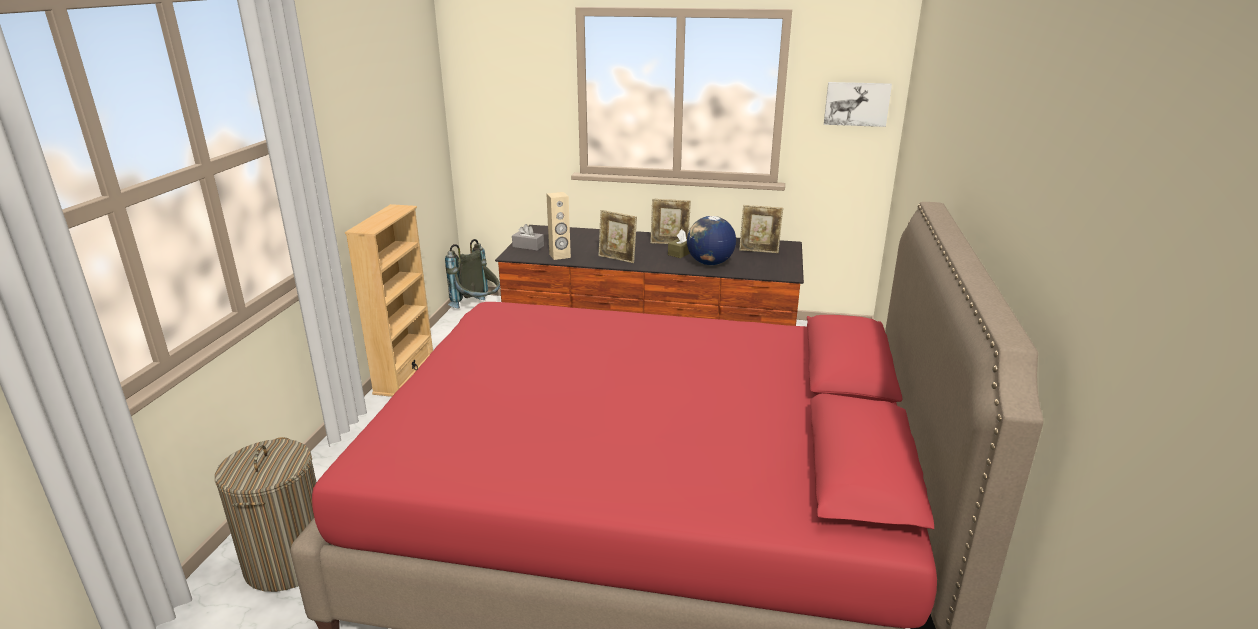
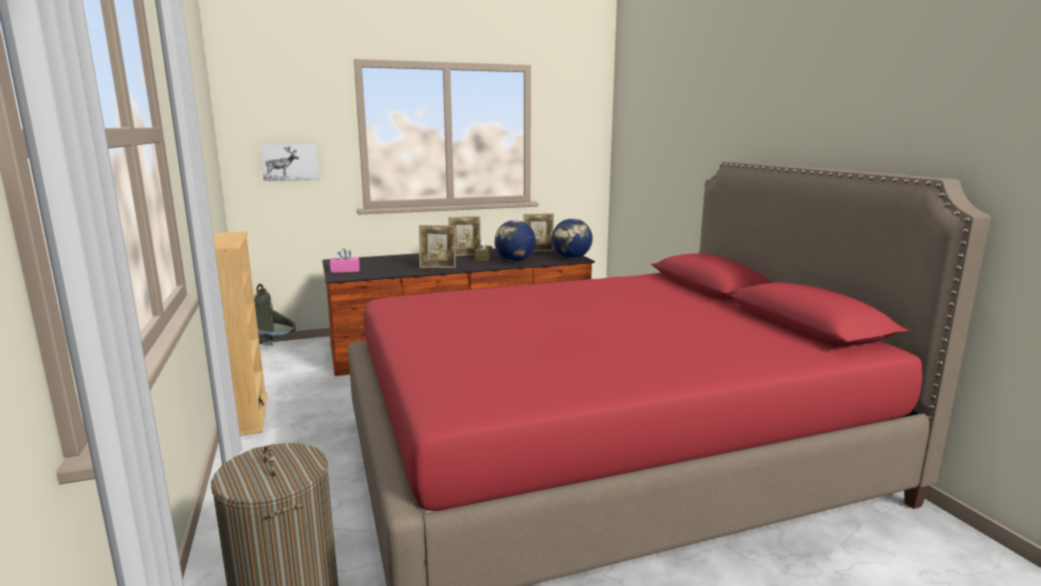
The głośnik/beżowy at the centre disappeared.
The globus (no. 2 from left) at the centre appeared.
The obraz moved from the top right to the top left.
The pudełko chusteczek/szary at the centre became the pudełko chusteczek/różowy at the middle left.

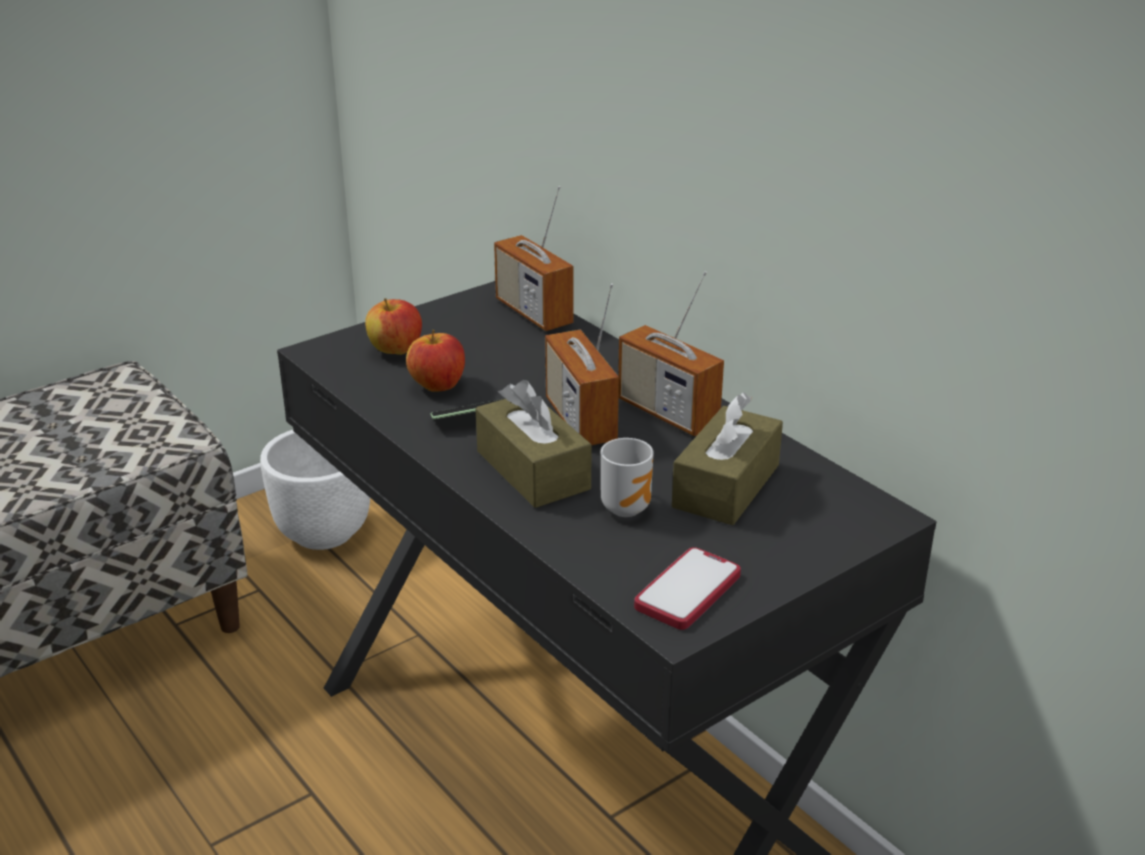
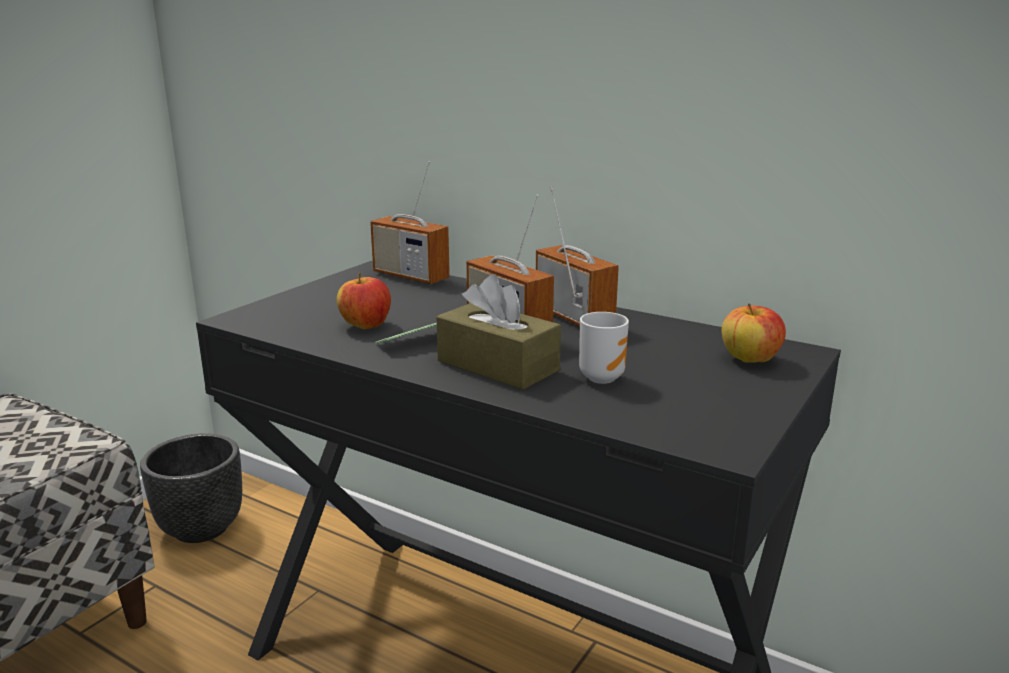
The telefon (no. 2 from left) at the bottom centre disappeared.
The pudełko chusteczek/brązowy (no. 2 from left) at the centre disappeared.
The jabłko (no. 1 from left in the first image) moved from the centre to the middle right.
The donica/biały at the middle left became the donica/czarny at the bottom left.
The radio (no. 3 from left) at the centre turned 150 degrees counterclockwise.

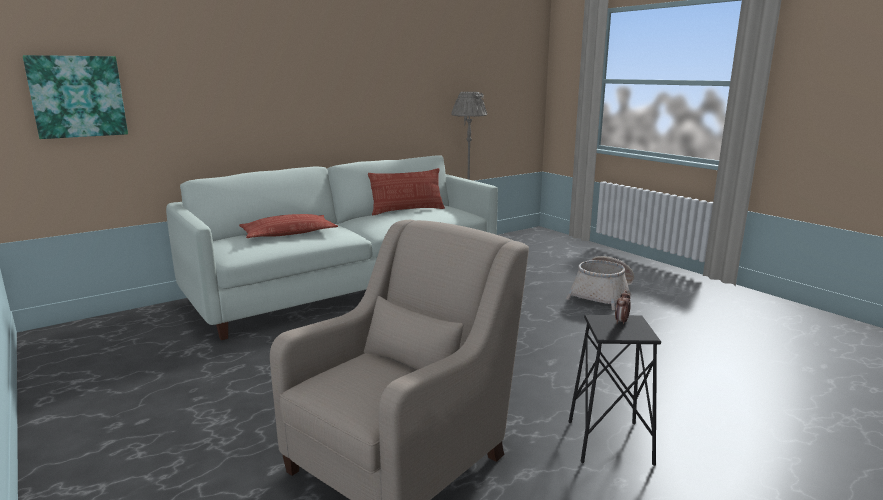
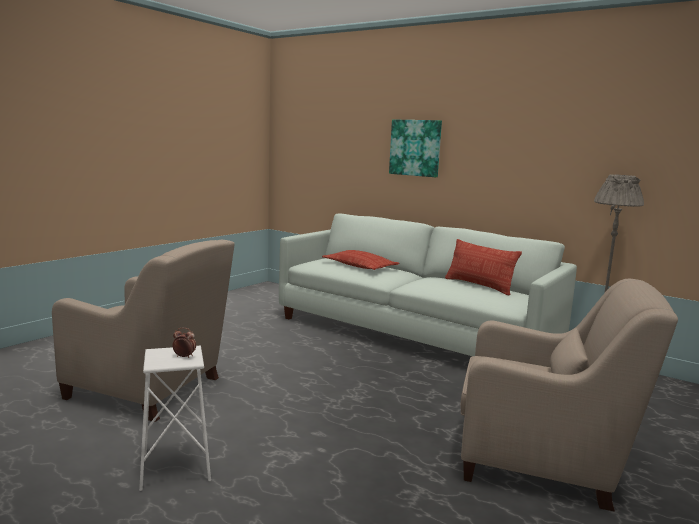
The obraz moved from the top left to the top centre.
The koszyk at the middle right was replaced by the fotel/beżowy (no. 2 from left) at the bottom right.
The stołek/czarny at the bottom right became the stołek/biały at the bottom left.

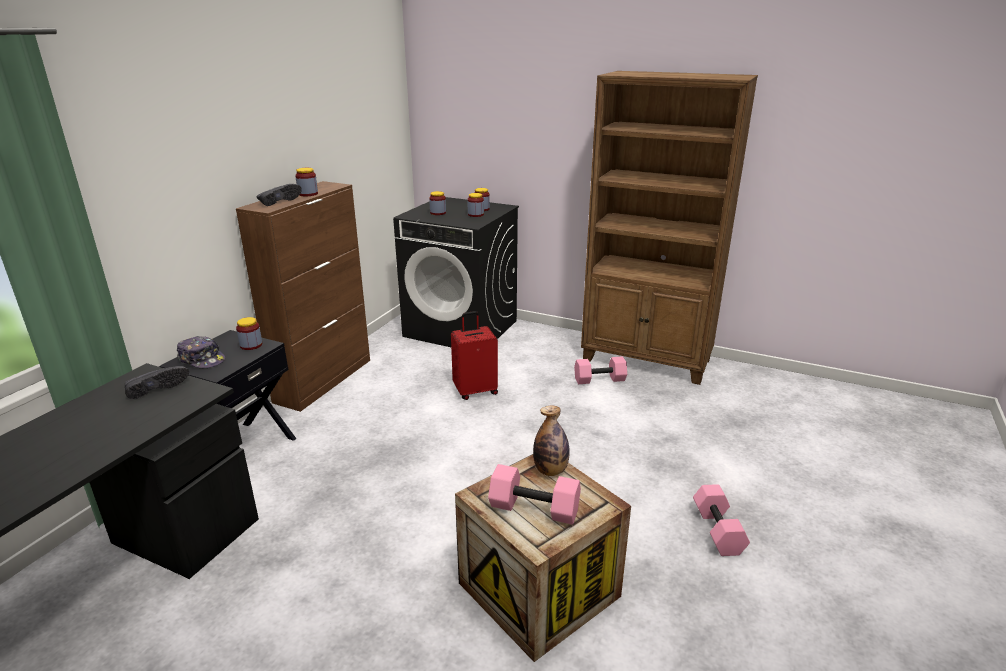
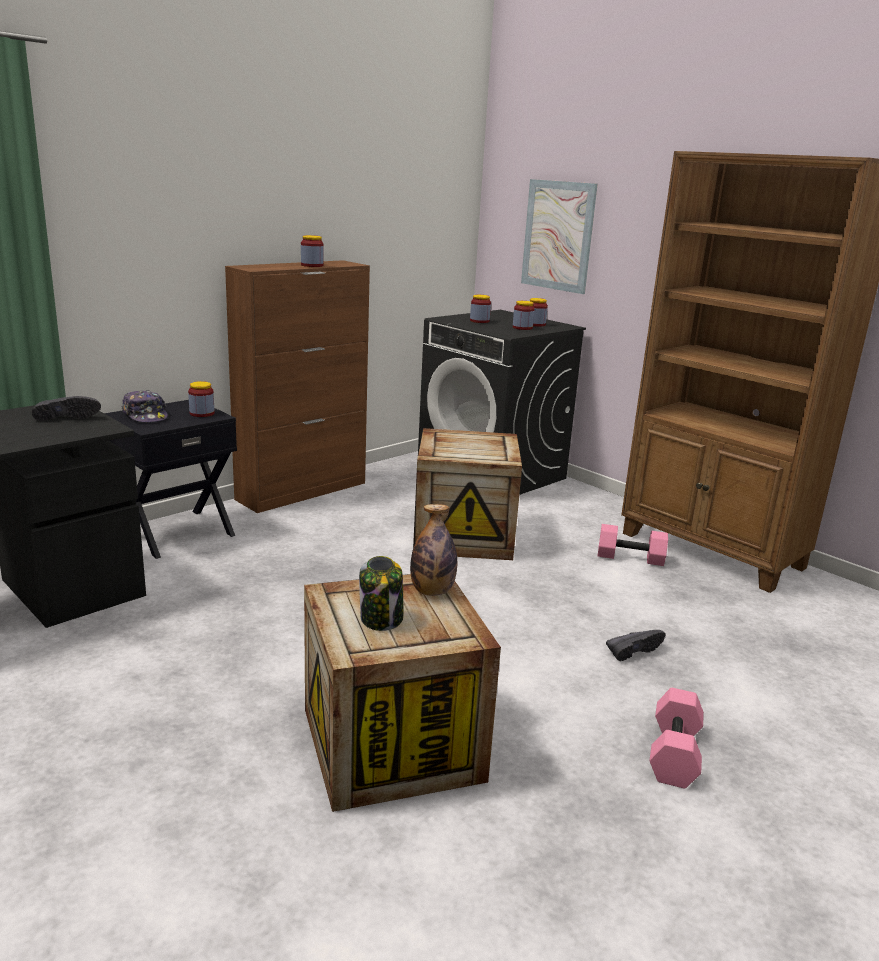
The obraz at the top centre appeared.
The but/czarny (no. 2 from left) moved from the top left to the bottom right.
The walizka/czerwony at the centre was replaced by the skrzynka (no. 2 from left) at the centre.
The hantel/różowy (no. 1 from left) at the bottom centre was replaced by the słoik (no. 3 from left) at the centre.

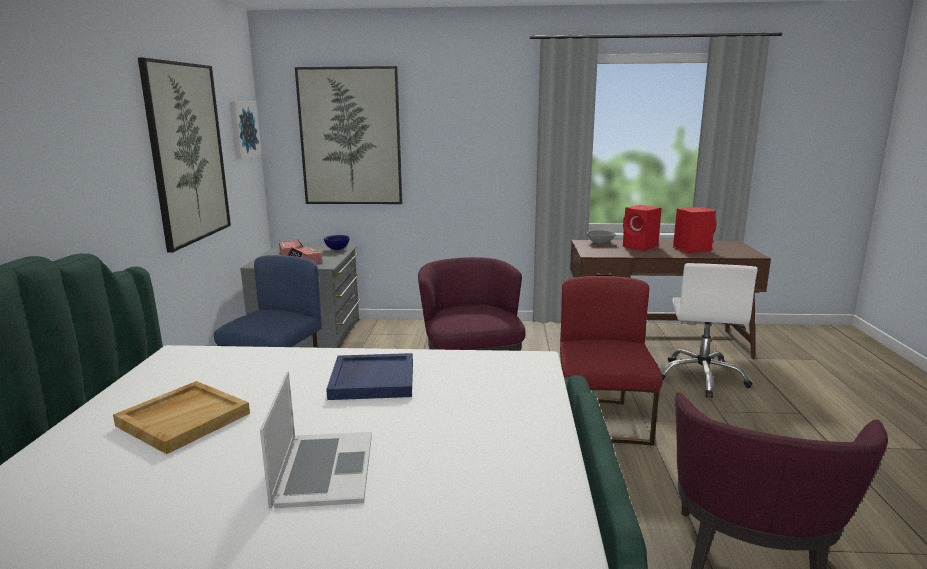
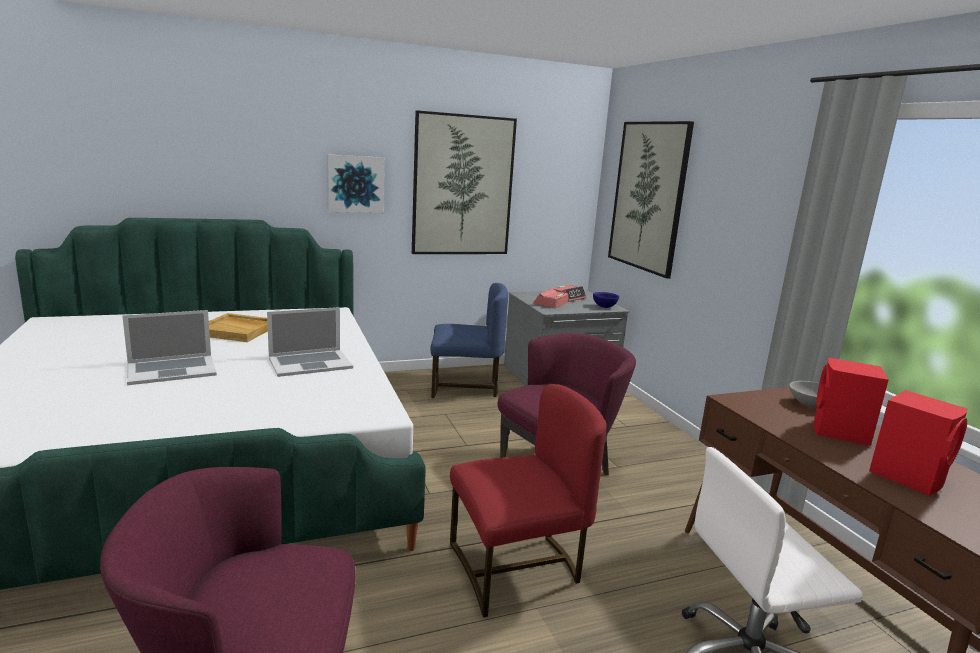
The obraz (no. 2 from left in the first image) moved from the top left to the top centre.
The taca/niebieski at the centre was replaced by the laptop (no. 2 from left) at the middle left.

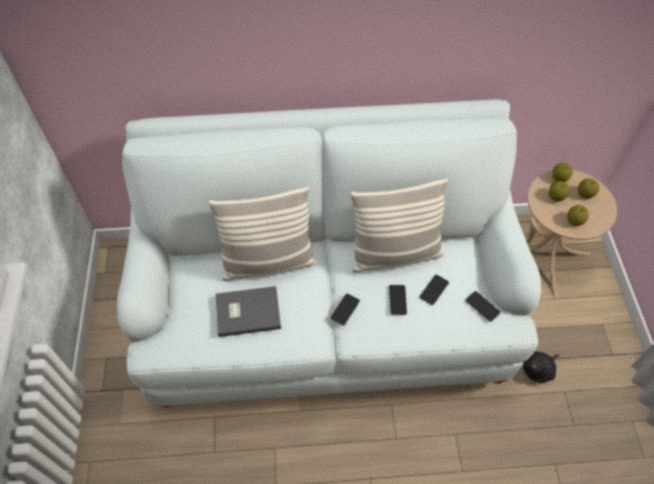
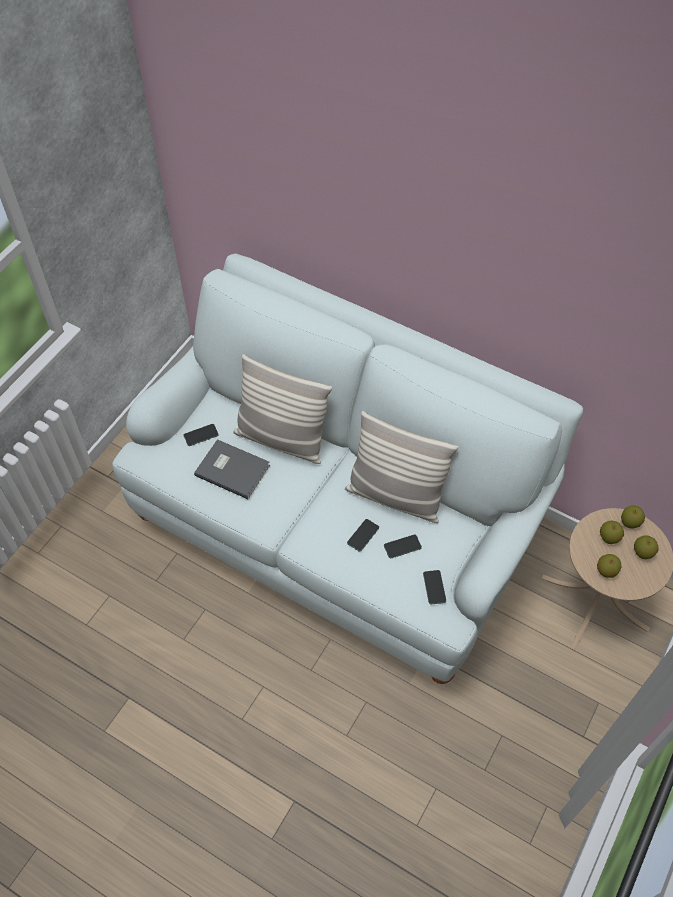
The pluszak/czarny at the bottom right disappeared.
The telefon (no. 1 from left) moved from the centre to the middle left.

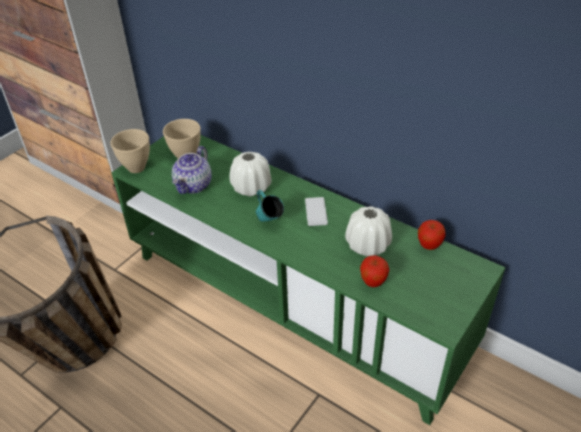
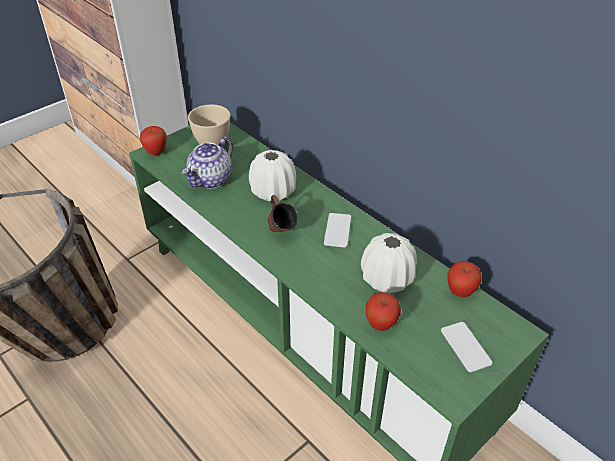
The telefon (no. 2 from left) at the bottom right appeared.
The miska/beżowy (no. 1 from left) at the middle left was replaced by the jabłko (no. 1 from left) at the top left.
The kubek/turkusowy at the centre became the kubek/brązowy at the centre.

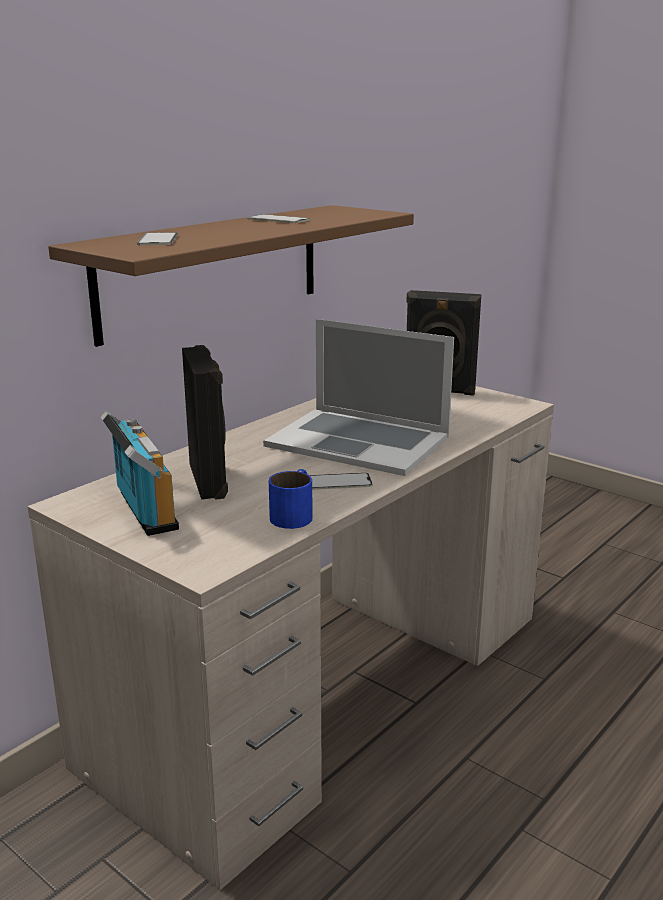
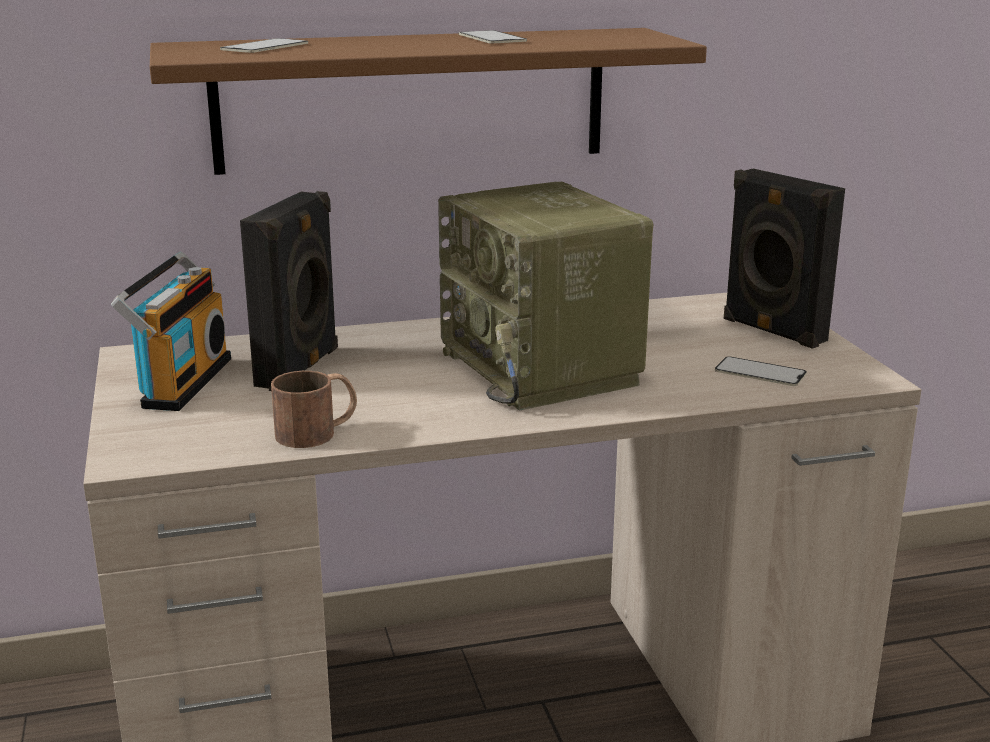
The telefon (no. 3 from left) moved from the centre to the middle right.
The laptop at the centre was replaced by the radio (no. 2 from left) at the centre.
The kubek/niebieski at the centre became the kubek/brązowy at the middle left.

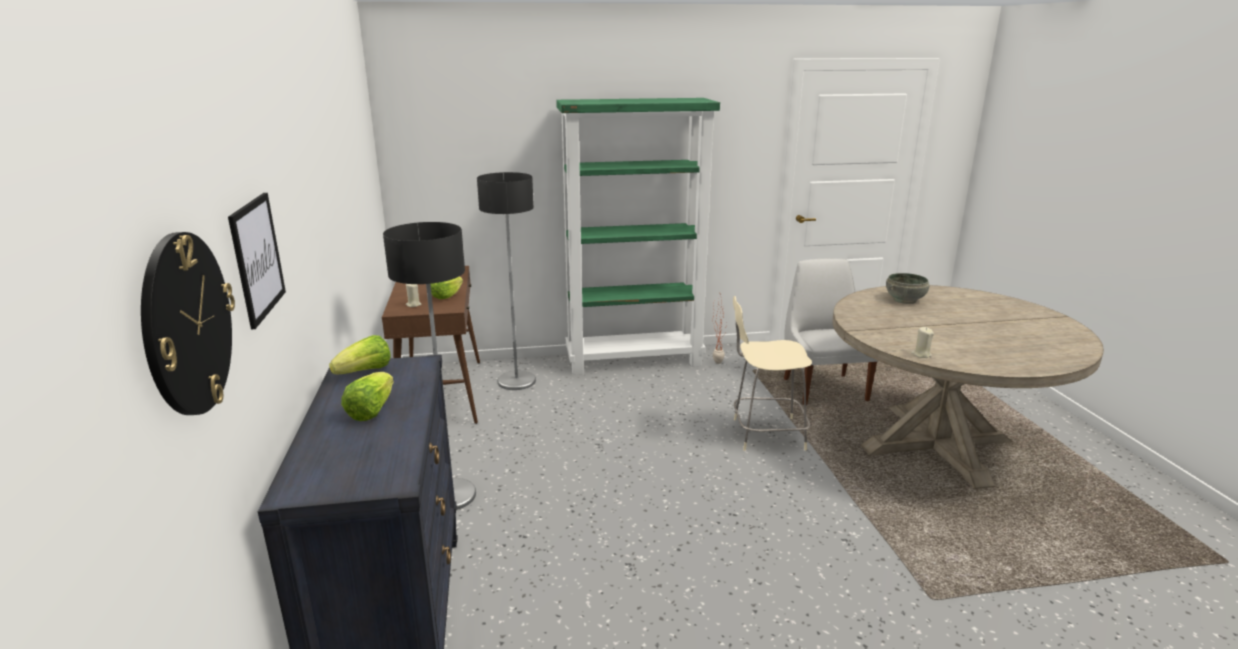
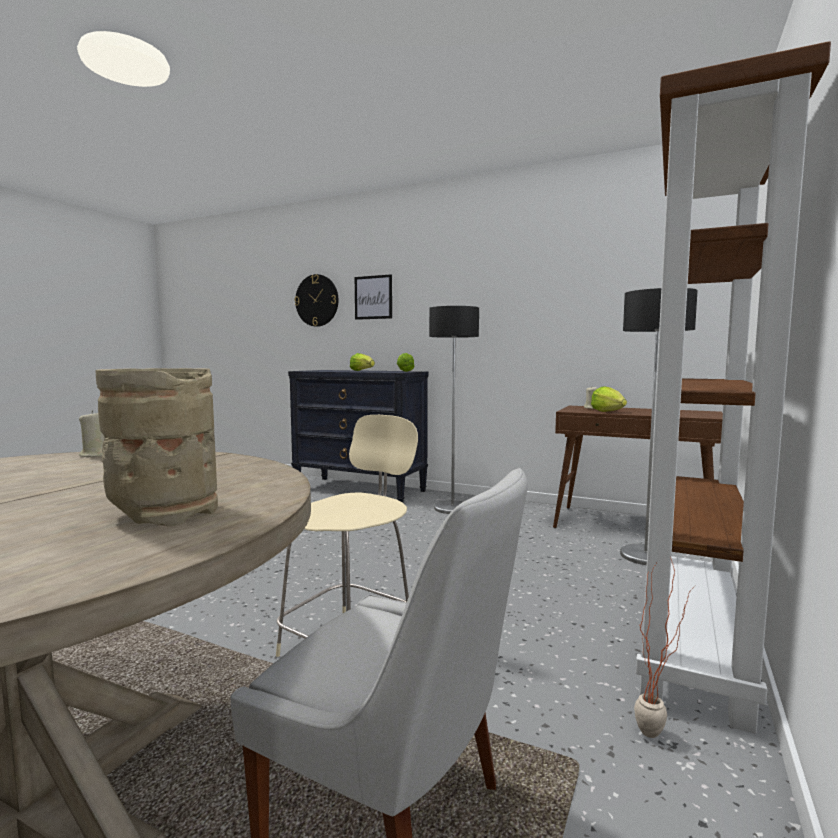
The miska/szary at the middle right was replaced by the wazon/beżowy at the middle left.
The regał/zielony at the centre became the regał/brązowy at the middle right.

